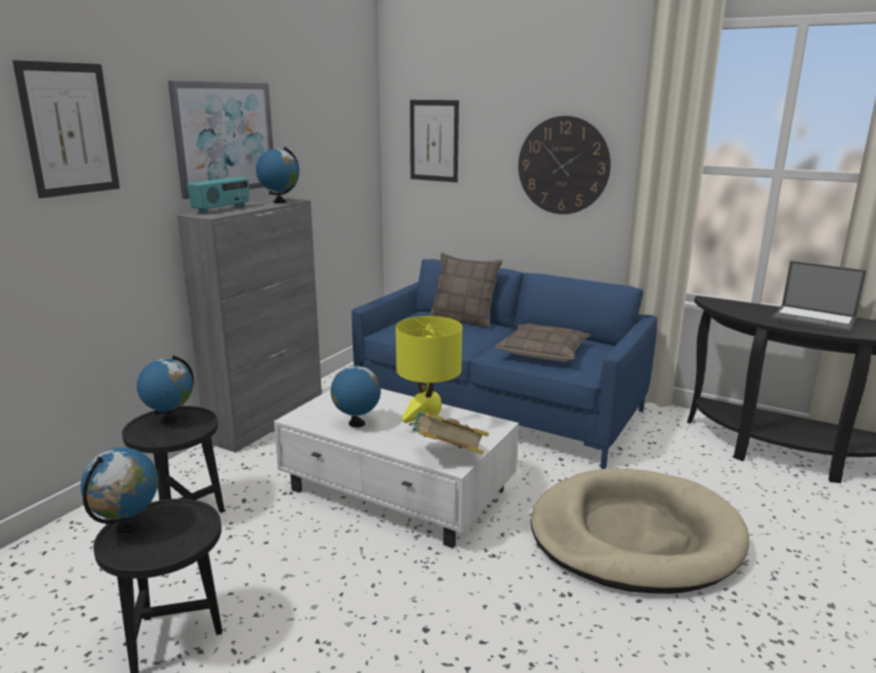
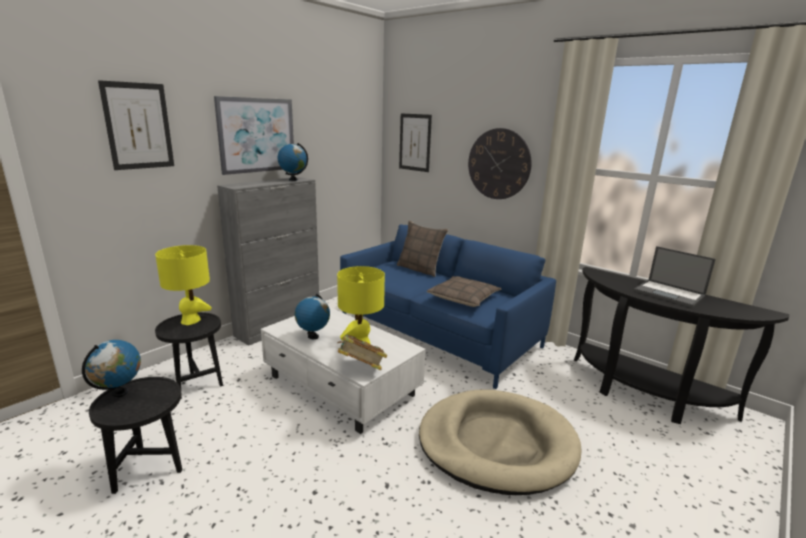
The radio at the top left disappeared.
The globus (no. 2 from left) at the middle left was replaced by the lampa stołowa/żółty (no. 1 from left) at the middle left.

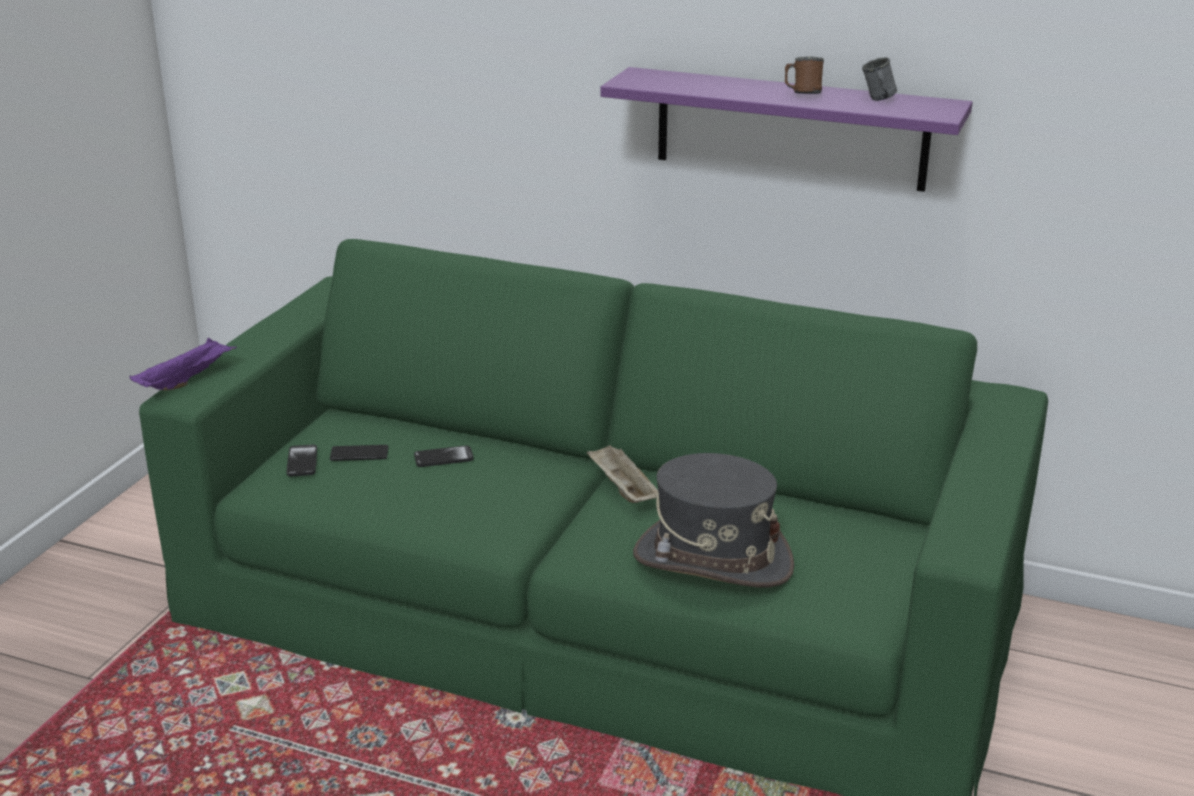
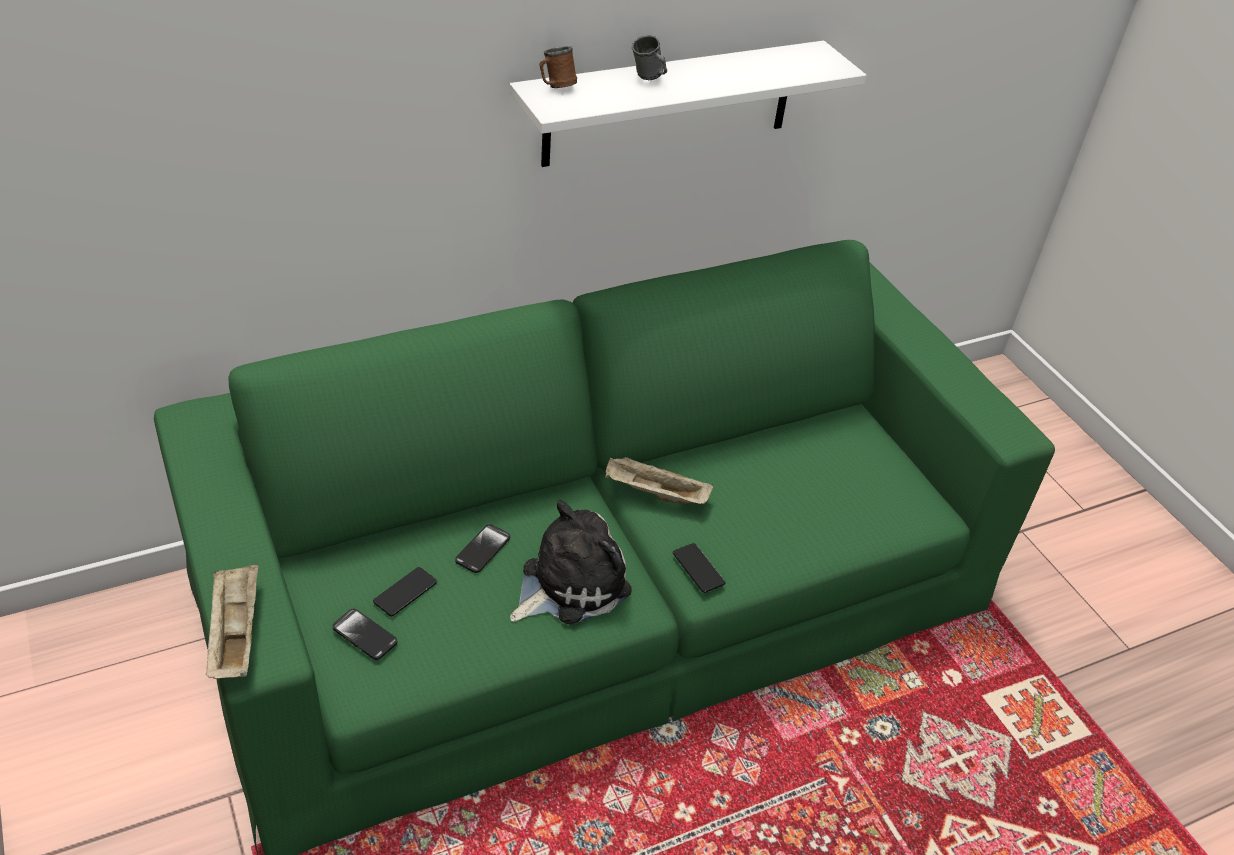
The kapelusz/szary at the centre disappeared.
The pluszak at the centre appeared.
The telefon (no. 4 from left) at the centre appeared.
The kubek/brązowy moved from the top right to the top centre.
The kubek/szary moved from the top right to the top centre.
The taca/fioletowy at the middle left became the taca/beżowy (no. 1 from left) at the bottom left.
The półka/fioletowy at the top centre became the półka/biały at the top centre.

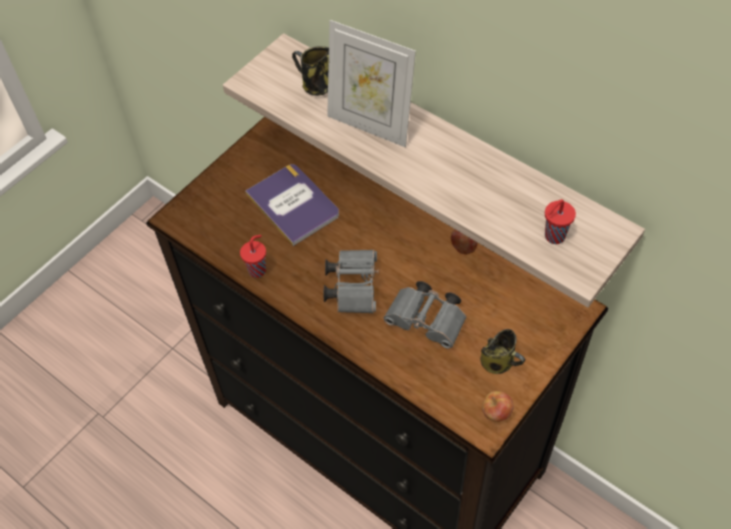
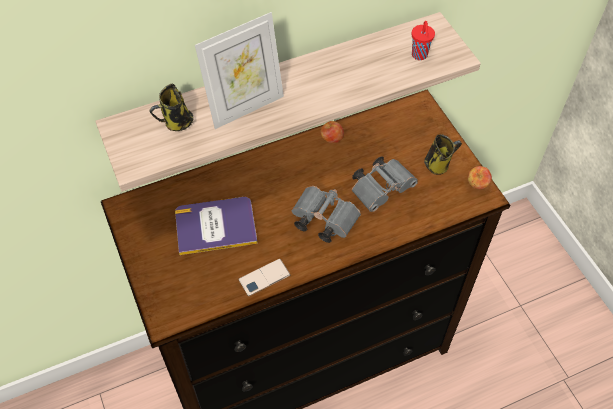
The filiżanka/czerwony (no. 1 from left) at the centre was replaced by the telefon at the bottom centre.

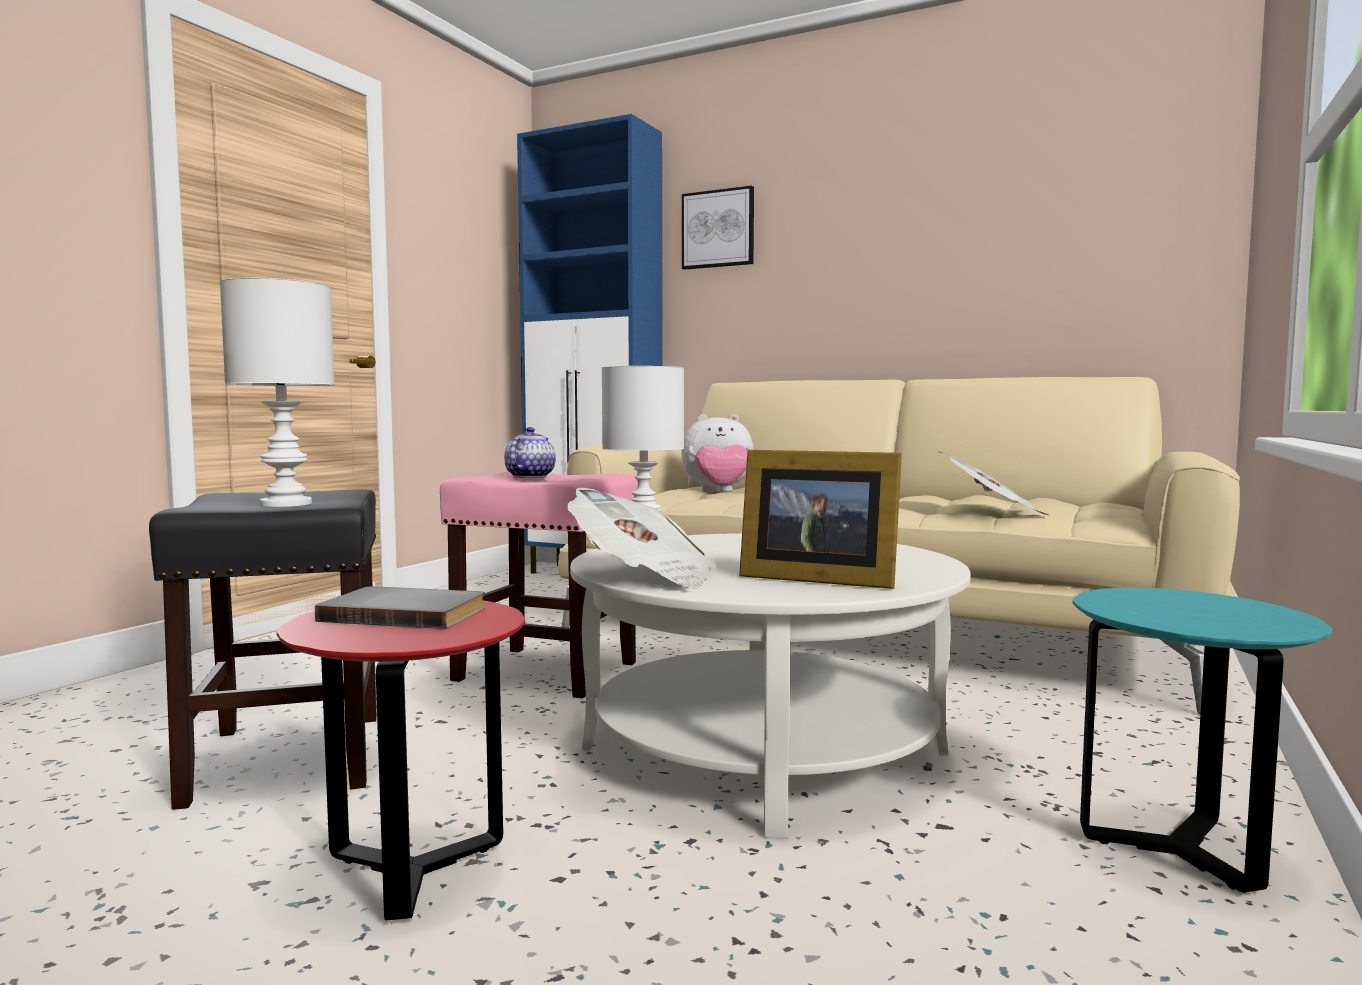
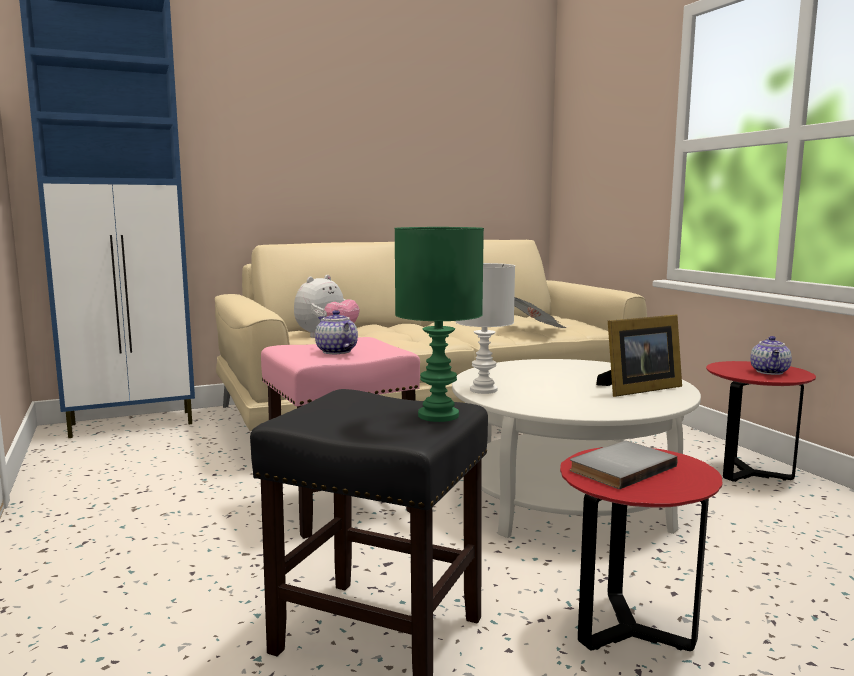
The gazeta (no. 1 from left) at the centre disappeared.
The obraz at the top centre disappeared.
The imbryk (no. 2 from left) at the middle right appeared.
The lampa stołowa/biały (no. 1 from left) at the middle left became the lampa stołowa/zielony at the centre.
The stolik/turkusowy at the bottom right became the stolik/czerwony (no. 2 from left) at the middle right.

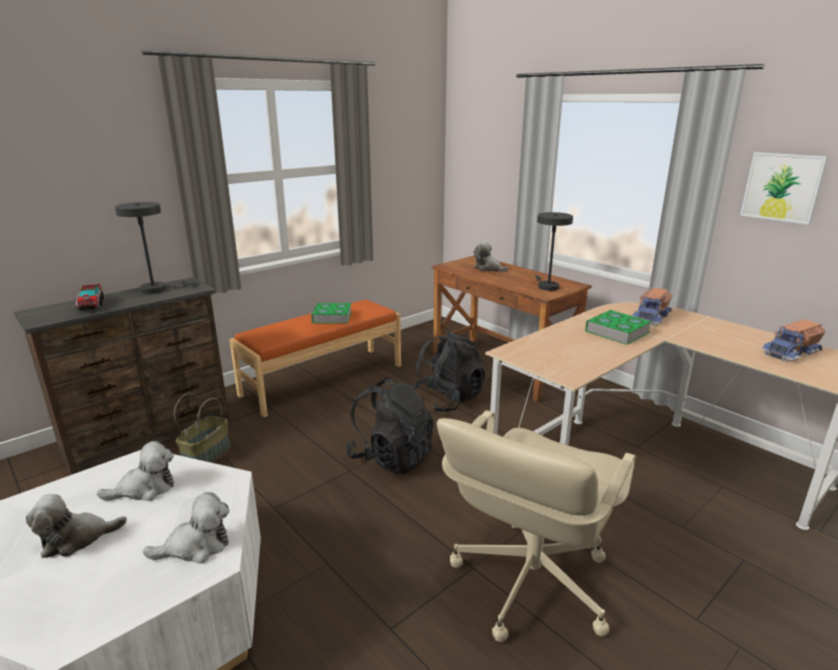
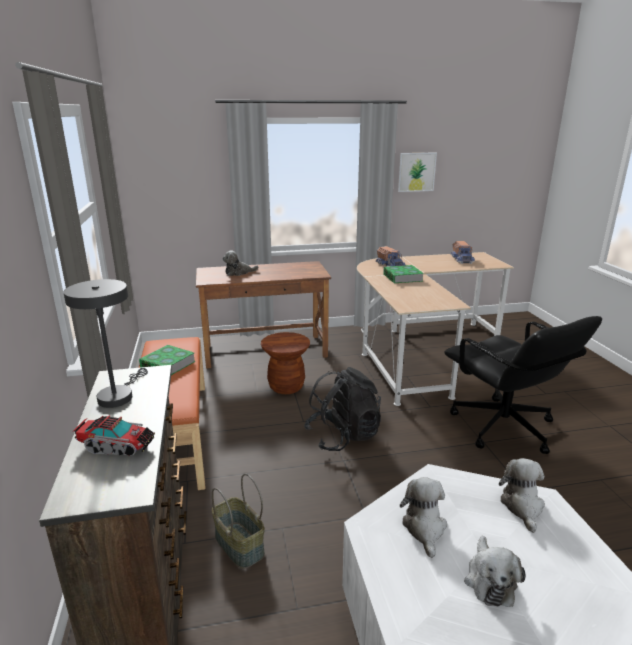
The lampa stołowa/szary (no. 2 from left) at the centre disappeared.
The plecak/czarny (no. 2 from left) at the centre was replaced by the stołek/brązowy at the centre.
The krzesło biurowe/beżowy at the bottom centre became the krzesło biurowe/czarny at the middle right.

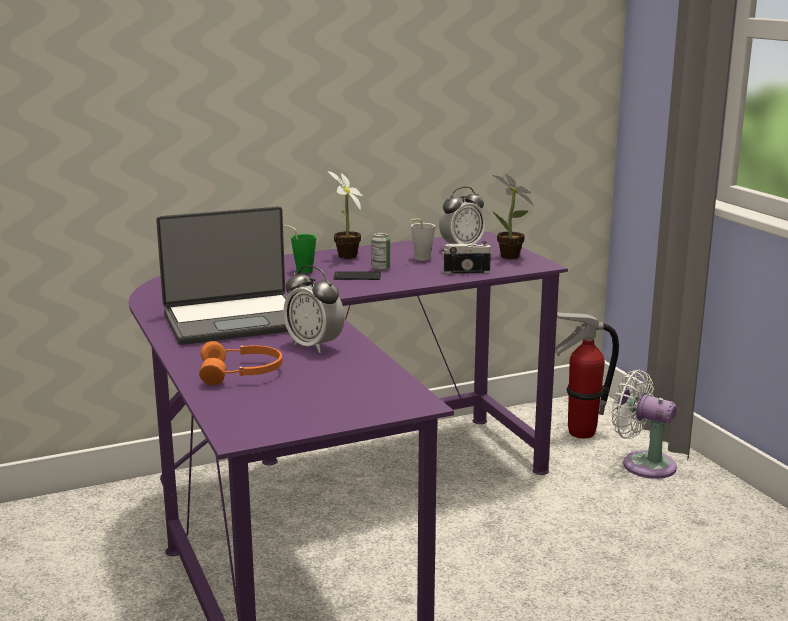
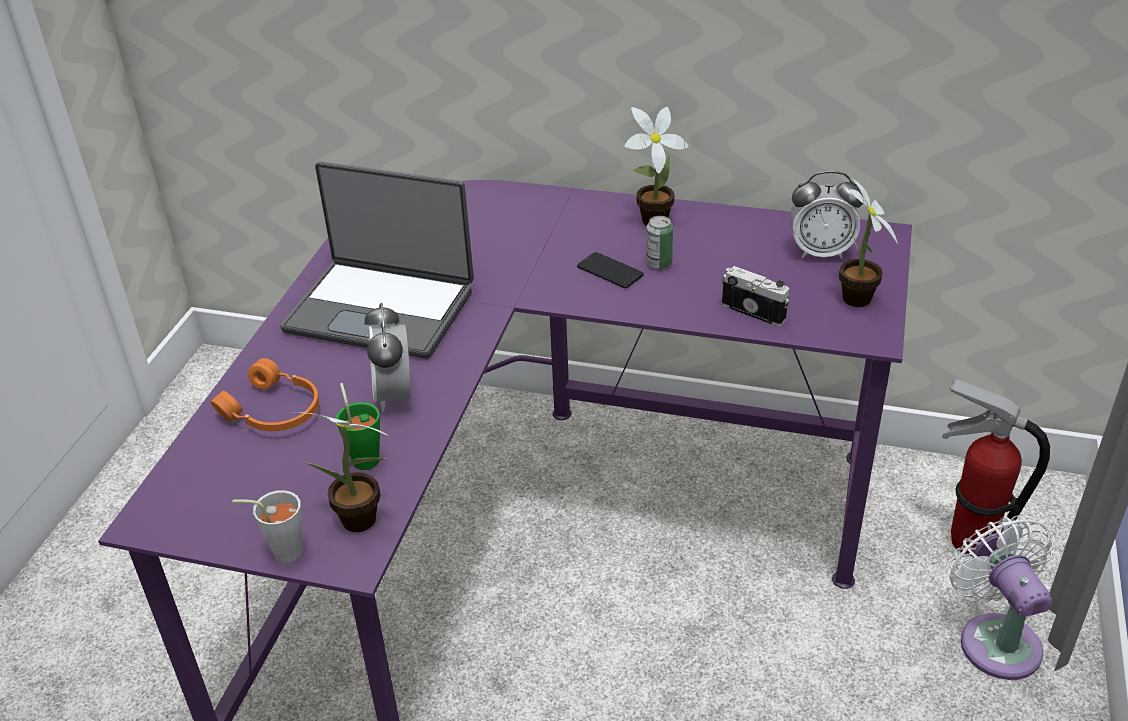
The roślina doniczkowa (no. 1 from left) at the middle left appeared.
The filiżanka/zielony moved from the centre to the middle left.
The filiżanka/szary moved from the centre to the bottom left.

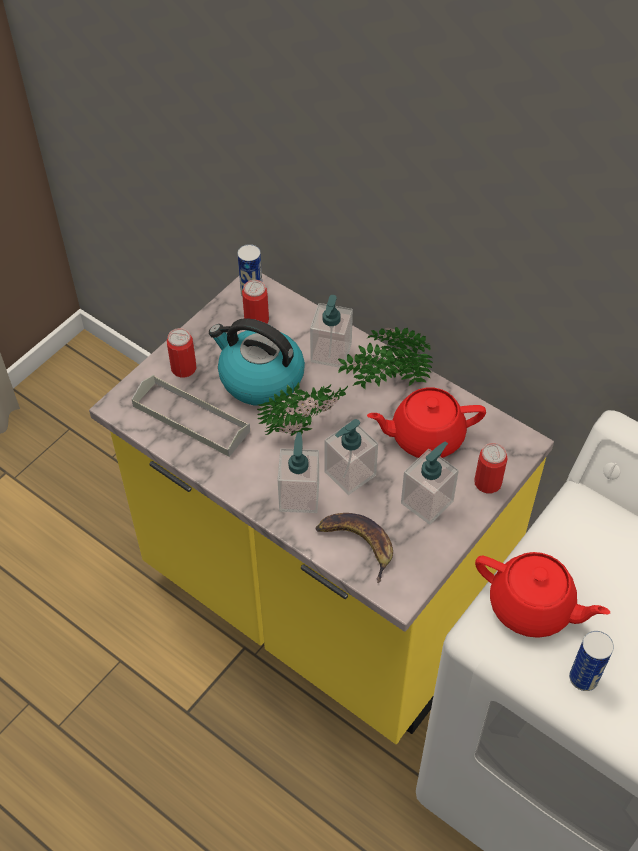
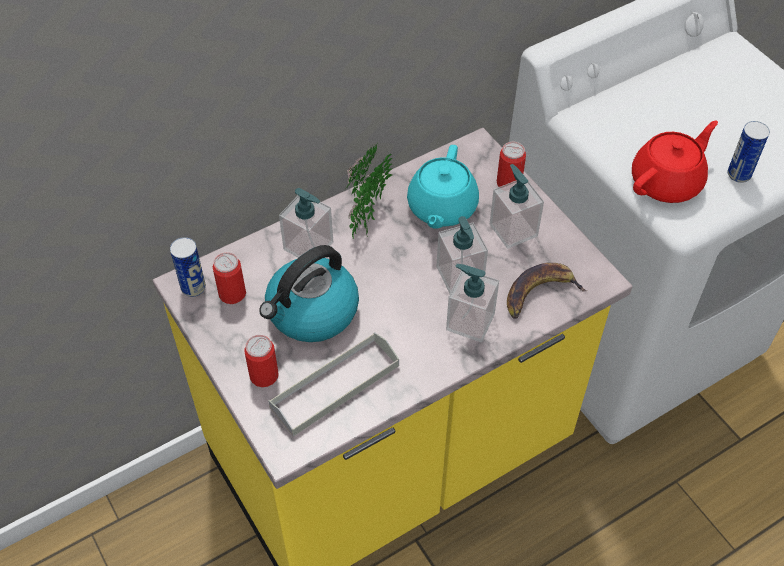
The roślina doniczkowa (no. 1 from left) at the centre disappeared.
The imbryk/czerwony (no. 1 from left) at the middle right became the imbryk/turkusowy at the top centre.

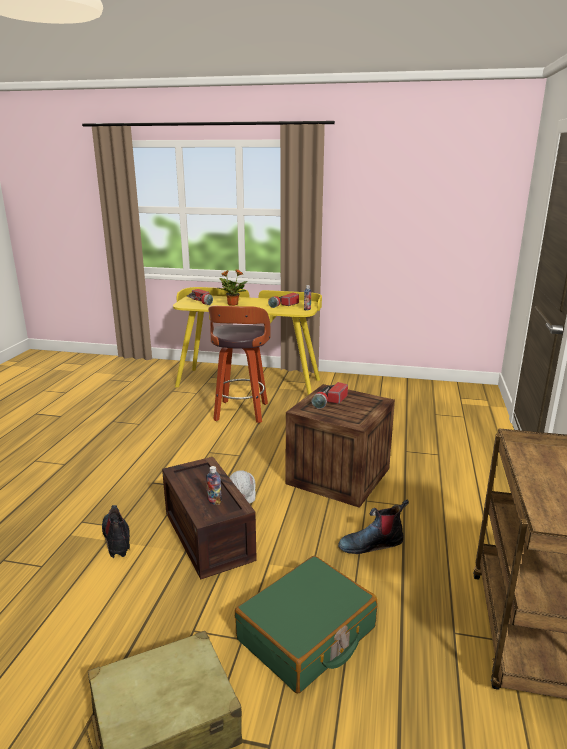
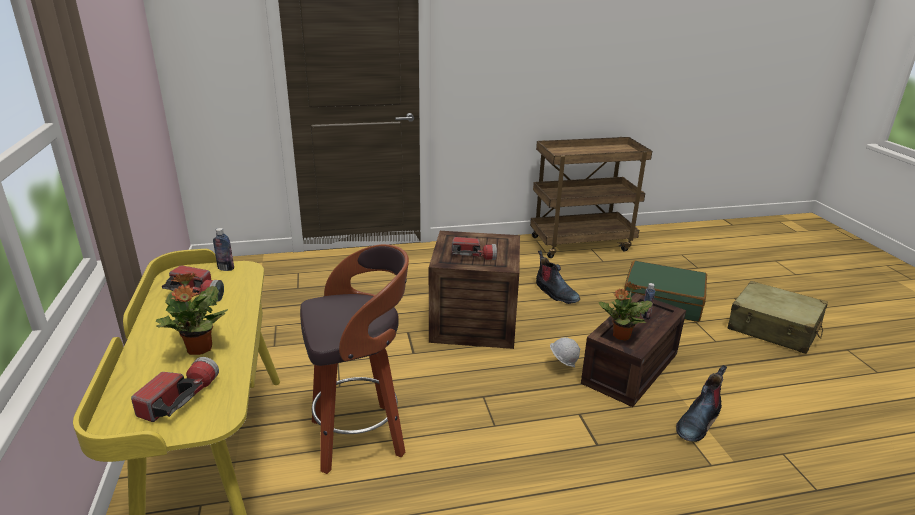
The roślina doniczkowa (no. 2 from left) at the middle right appeared.

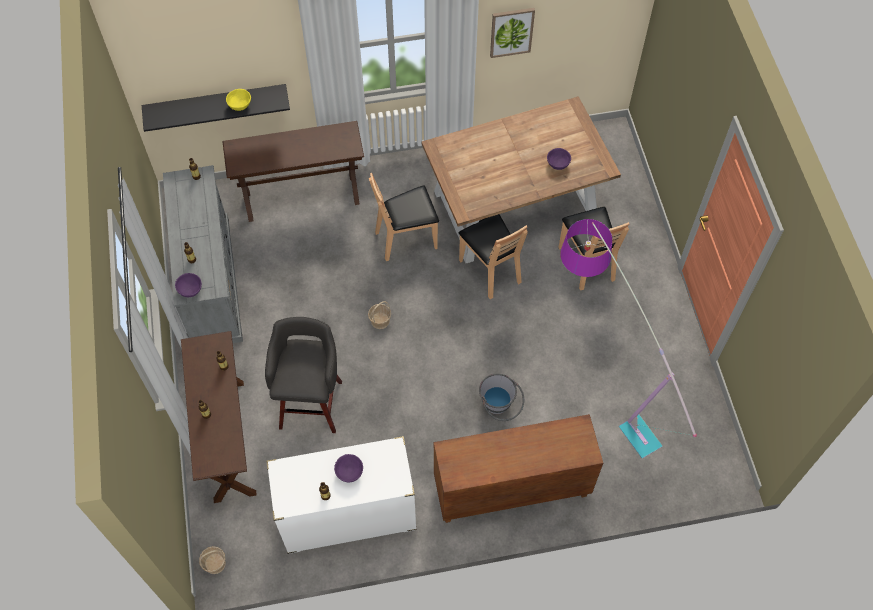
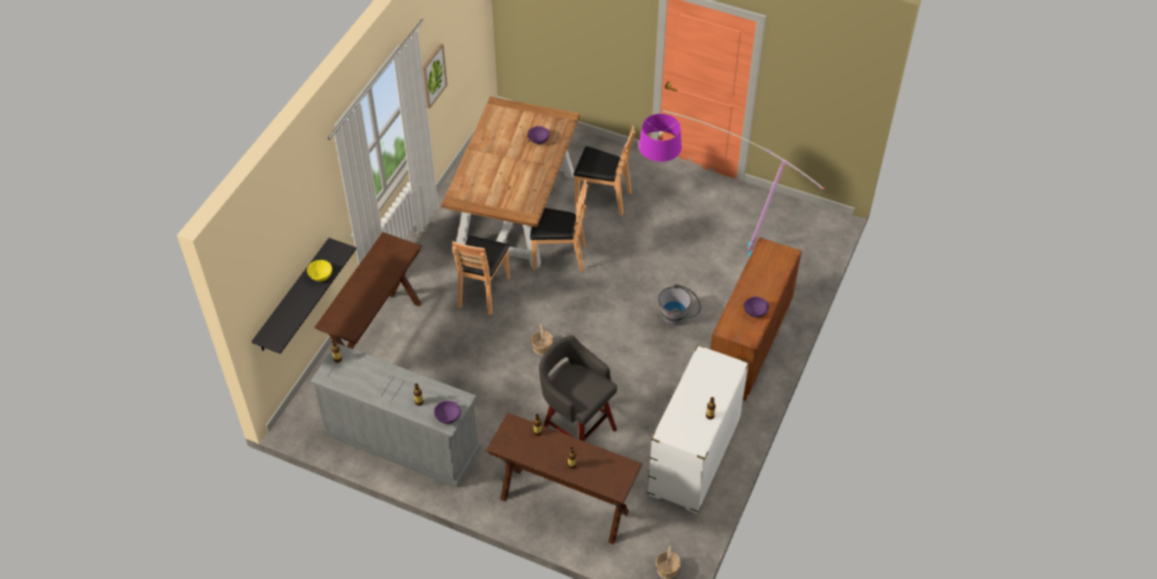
The miska/fioletowy (no. 2 from left in the first image) moved from the bottom centre to the centre.

